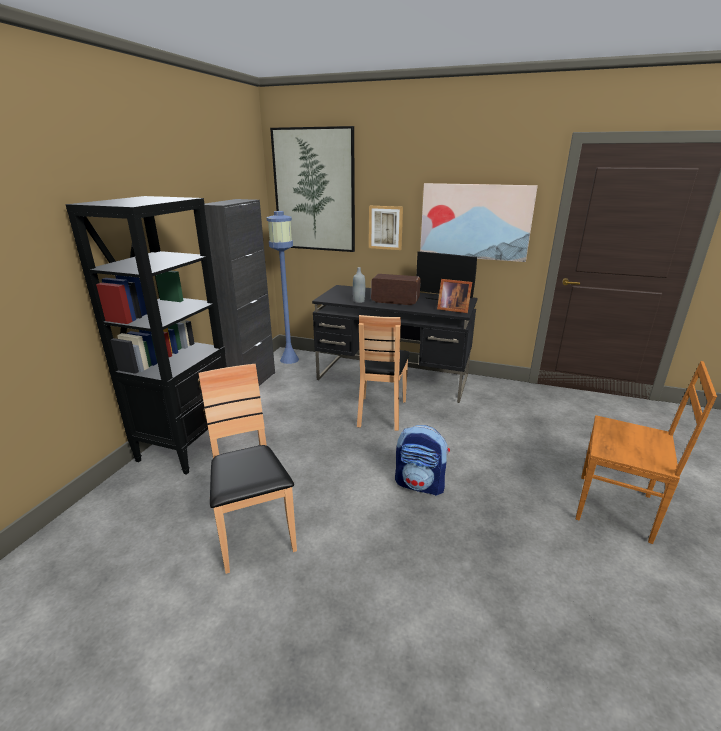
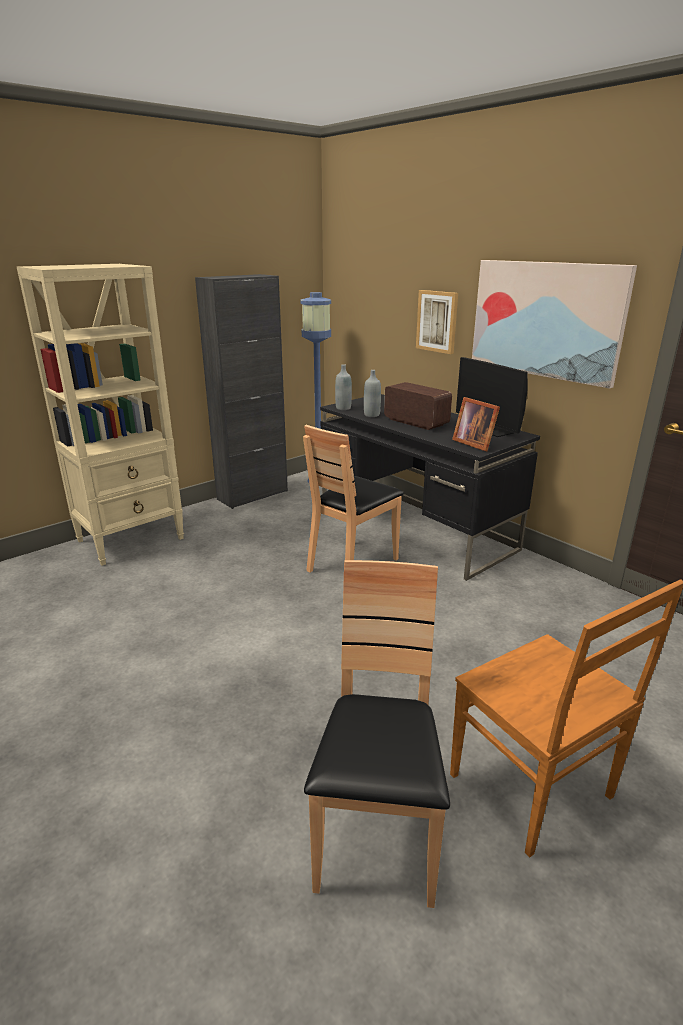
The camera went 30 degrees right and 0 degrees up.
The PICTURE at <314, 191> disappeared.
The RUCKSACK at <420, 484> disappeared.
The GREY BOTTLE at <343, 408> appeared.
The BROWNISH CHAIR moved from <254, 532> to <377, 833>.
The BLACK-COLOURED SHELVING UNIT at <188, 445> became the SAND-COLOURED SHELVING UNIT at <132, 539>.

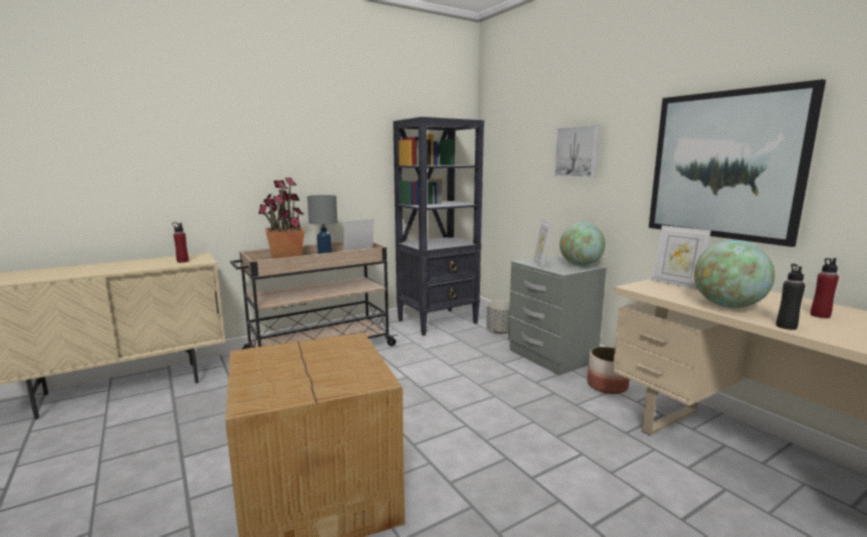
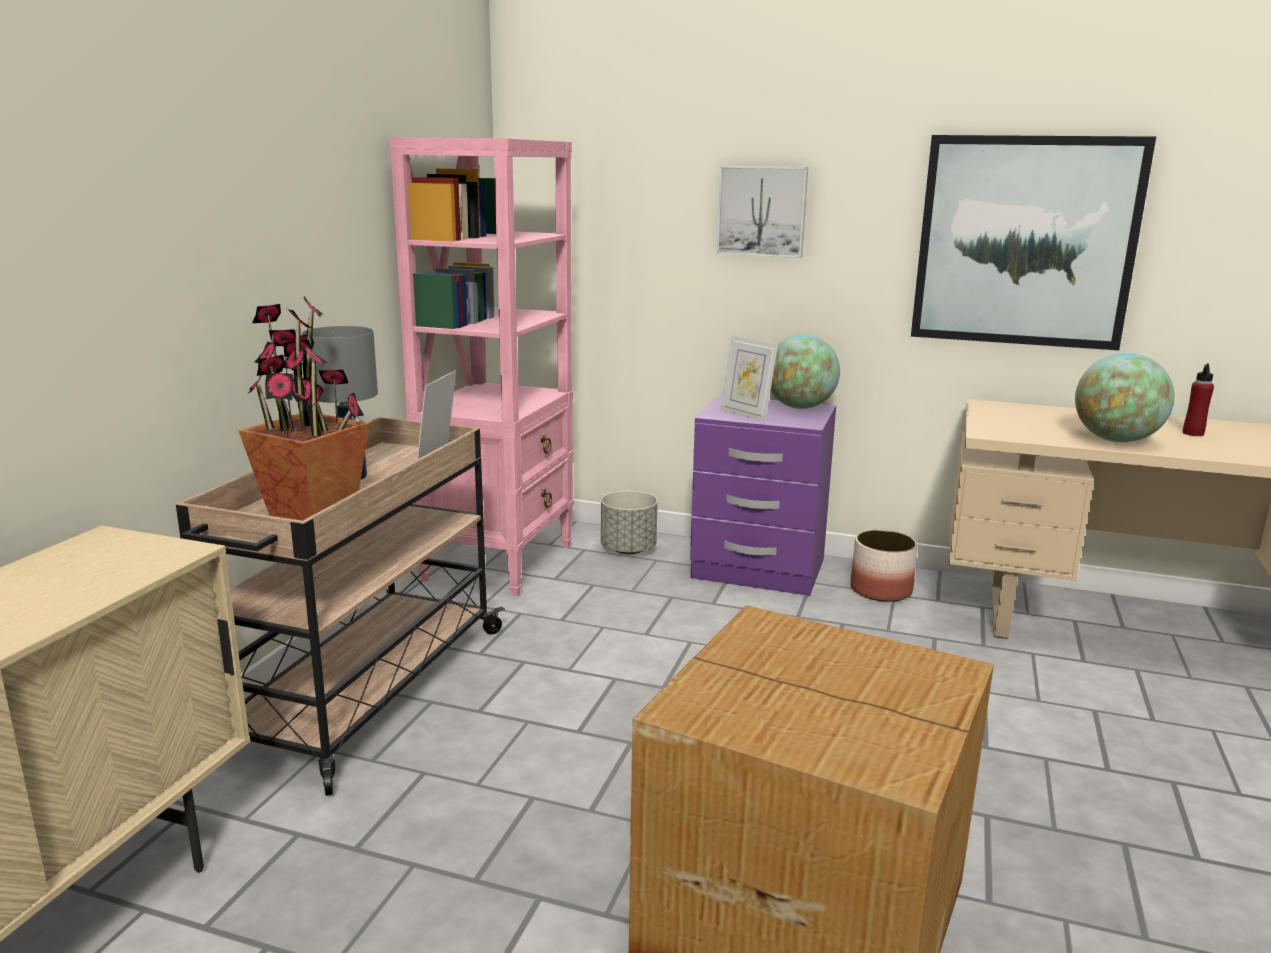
The camera went 40 degrees left and 5 degrees up.
The REDDISH BOTTLE at <182, 261> disappeared.
The PICTURE FRAME at <676, 284> disappeared.
The BLACK-COLOURED BOTTLE at <786, 326> disappeared.
The BLACK-COLOURED SHELVING UNIT at <438, 322> became the PINK SHELVING UNIT at <500, 562>.
The GREY BEDSIDE TABLE at <551, 356> became the PURPLISH BEDSIDE TABLE at <758, 570>.

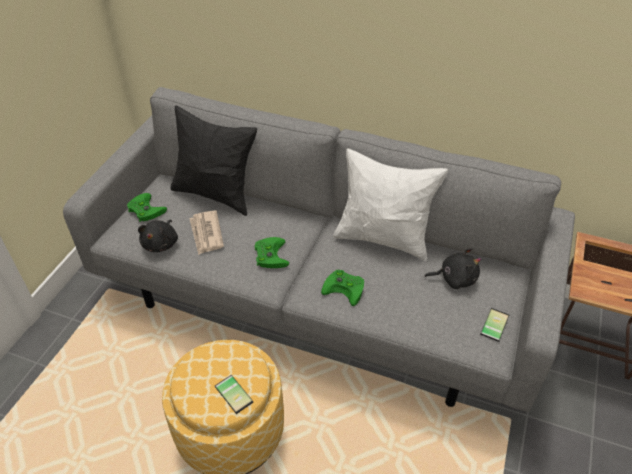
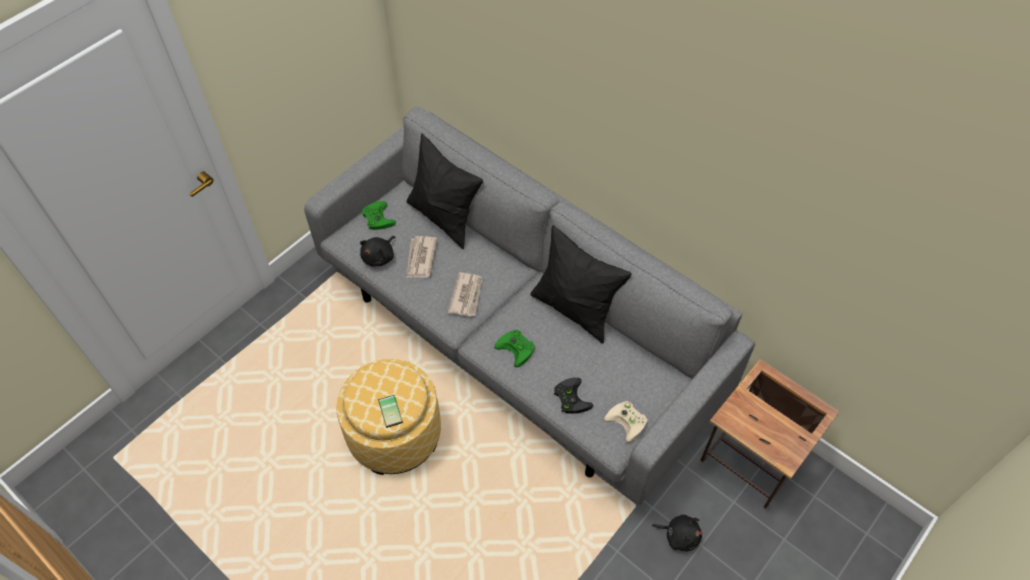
The camera went 20 degrees right and 10 degrees up.
The BLACK-COLOURED GAME CONTROLLER at <570, 397> appeared.
The BLACK-COLOURED PLUSH TOY moved from <455, 278> to <679, 536>.
The GREEN GAME CONTROLLER at <269, 254> was replaced by the NEWSPAPER at <466, 295>.
The PHONE at <492, 324> was replaced by the SAND-COLOURED GAME CONTROLLER at <628, 421>.
The WHITE PILLOW at <383, 238> became the BLACK-COLOURED PILLOW at <575, 309>.

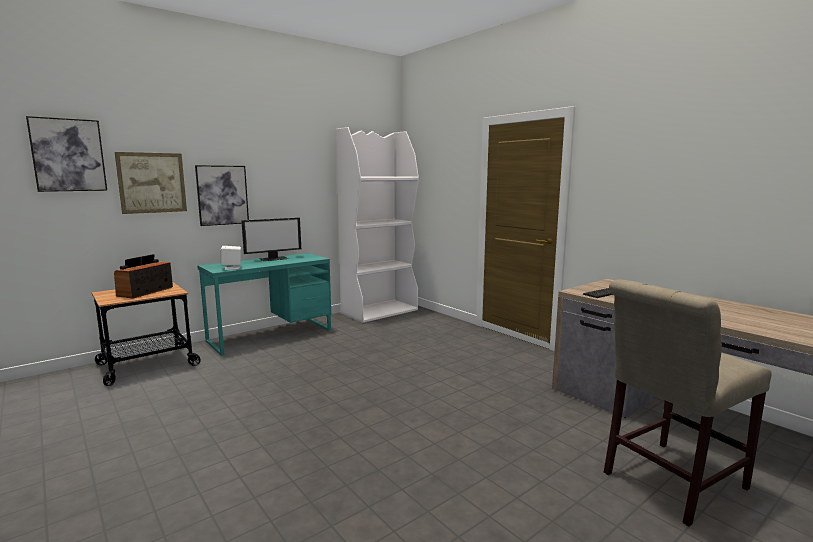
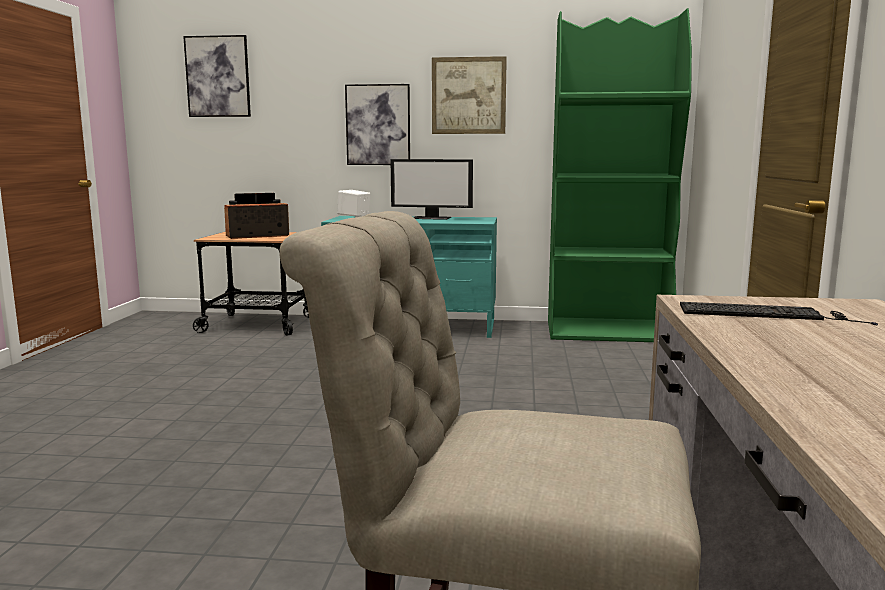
The camera went 45 degrees right and 0 degrees up.
The PICTURE moved from <152, 183> to <468, 95>.
The WHITE SHELVING UNIT at <380, 311> became the GREEN SHELVING UNIT at <608, 332>.

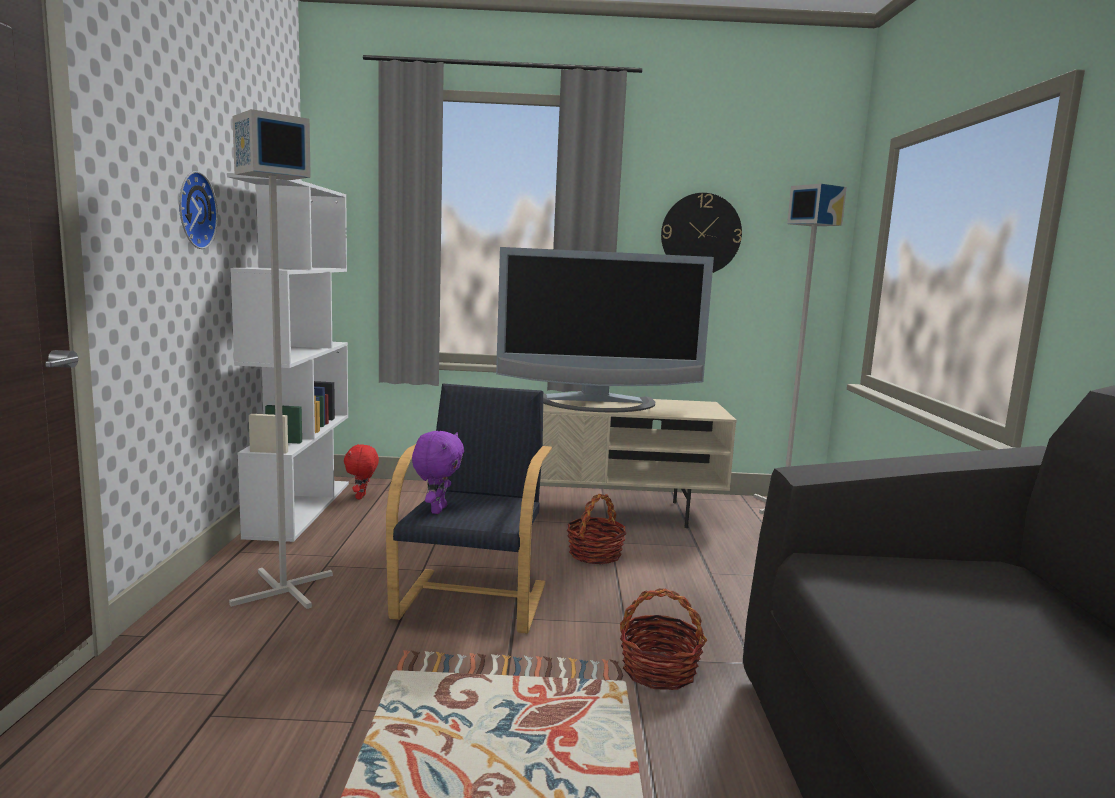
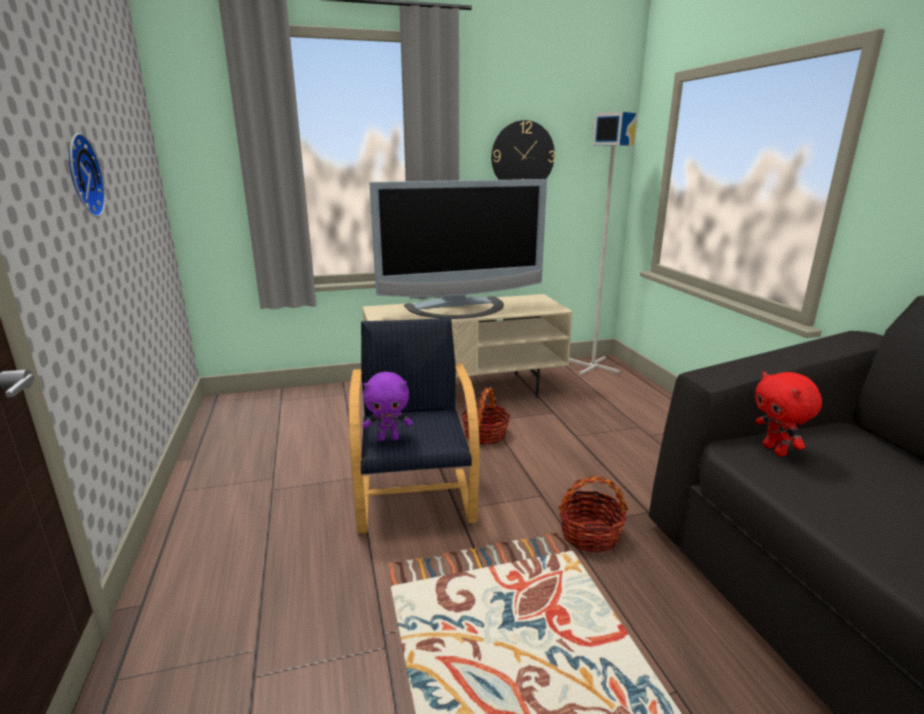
The camera went 15 degrees left and 10 degrees up.
The WHITE SHELVING UNIT at <300, 508> disappeared.
The GREY FLOOR LAMP at <282, 589> disappeared.
The REDDISH PLUSH TOY moved from <361, 497> to <775, 450>.
The PURPLISH PLUSH TOY at <437, 510> turned 90 degrees clockwise.

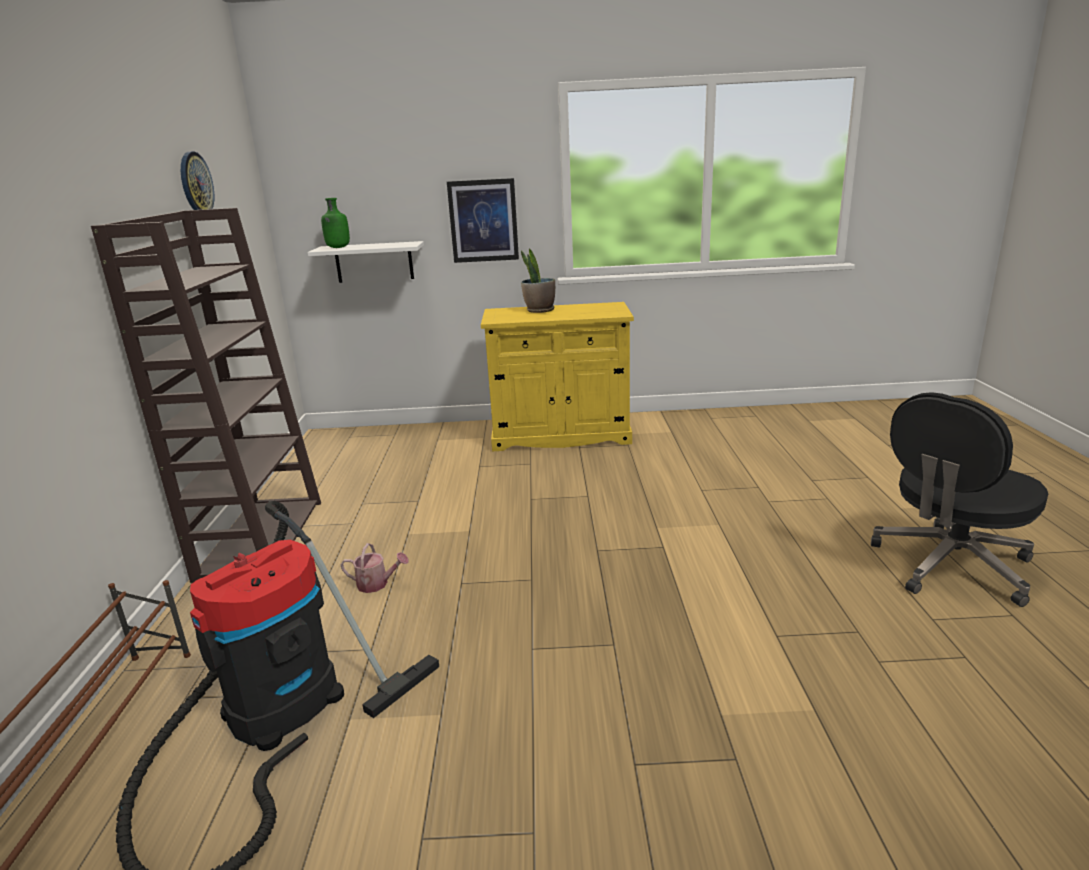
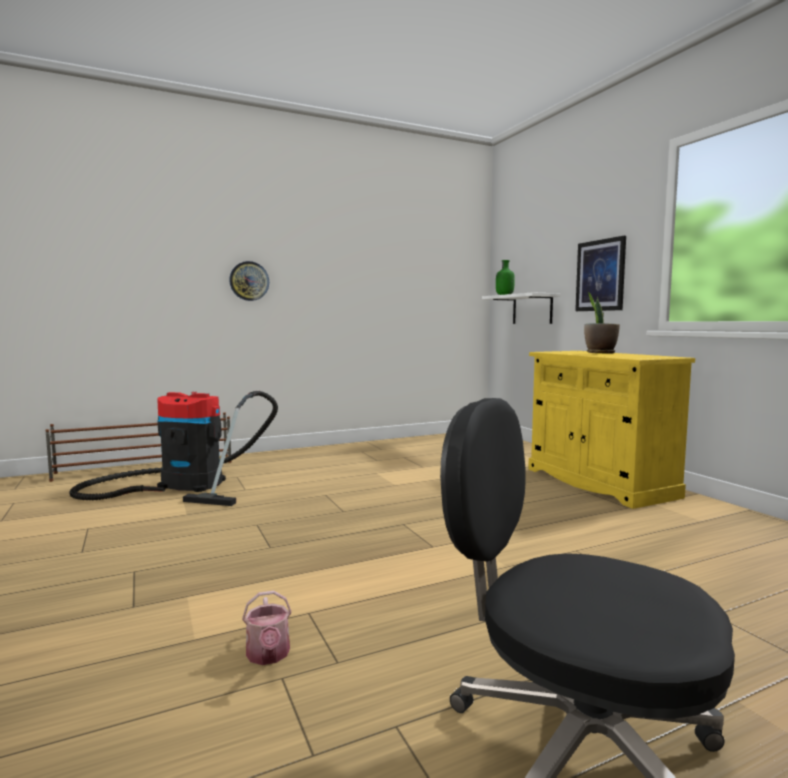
The camera went 65 degrees right and 15 degrees down.
The BROWNISH SHELVING UNIT at <261, 538> disappeared.
The CLOCK ON THE WALL moved from <195, 183> to <249, 281>.
The WATERING CAN moved from <377, 584> to <268, 656>.

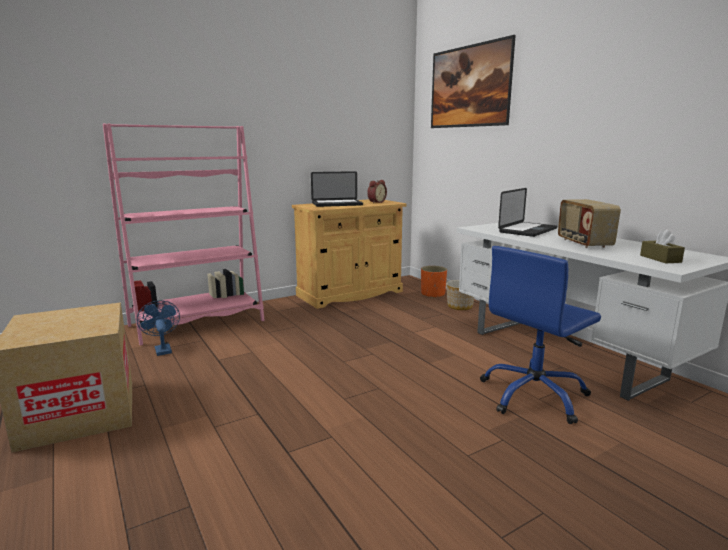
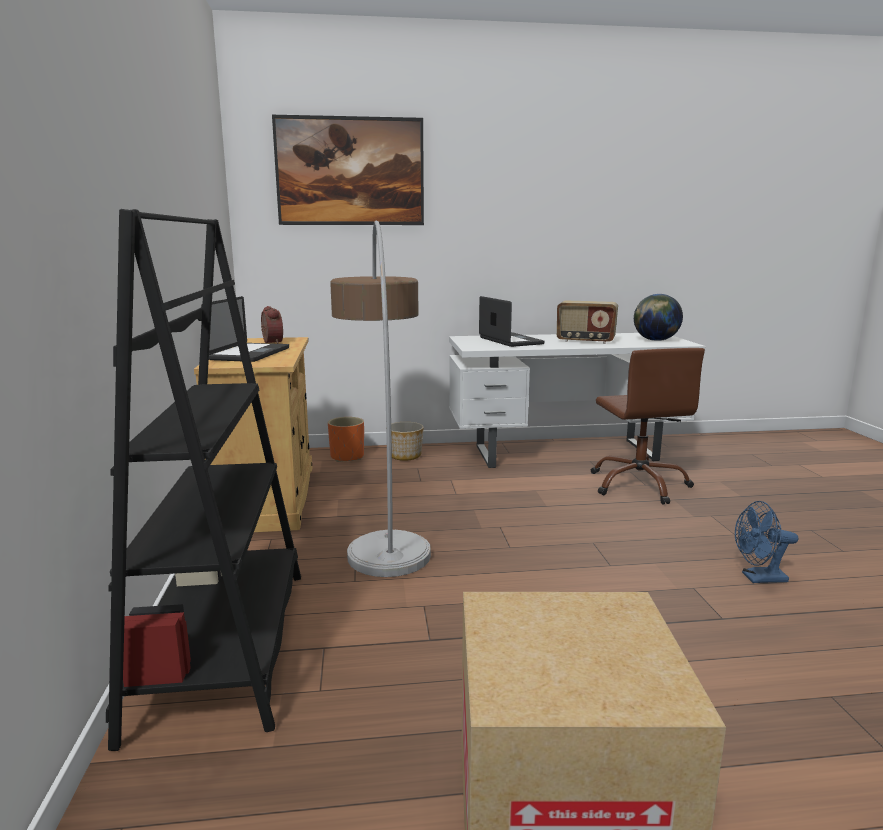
The camera went 65 degrees left and 0 degrees up.
The FLOOR LAMP at <383, 510> appeared.
The BLUE-COLOURED COOLING FAN moved from <162, 349> to <758, 578>.
The BROWNISH TISSUE HOLDER at <660, 259> was replaced by the WORLD GLOBE at <655, 340>.
The PINK SHELVING UNIT at <197, 323> became the BLACK-COLOURED SHELVING UNIT at <224, 647>.
The BLUE-COLOURED OFFICE CHAIR at <534, 395> became the BROWNISH OFFICE CHAIR at <639, 485>.

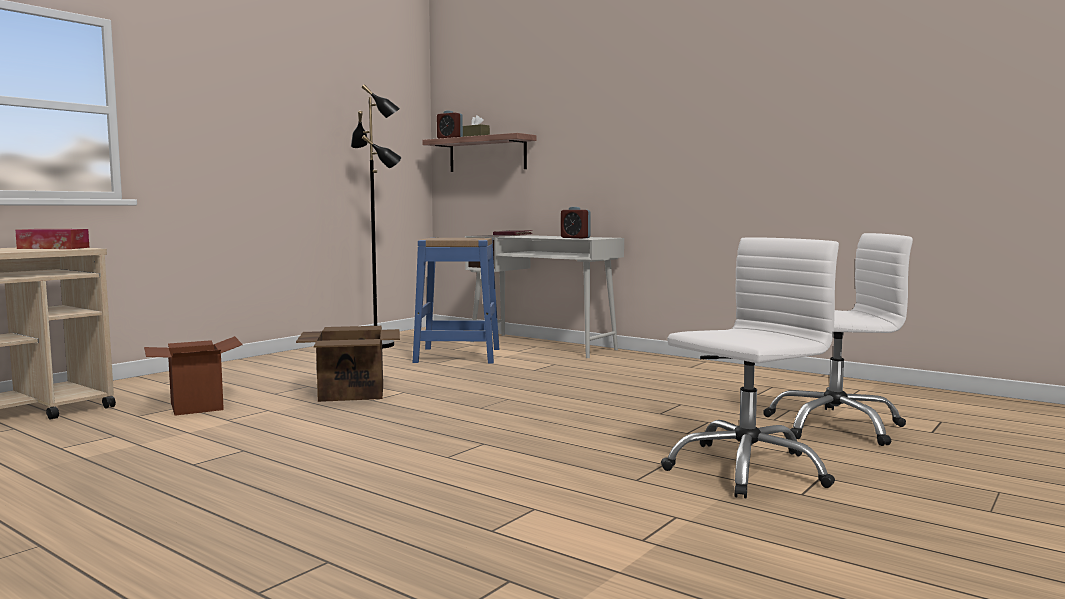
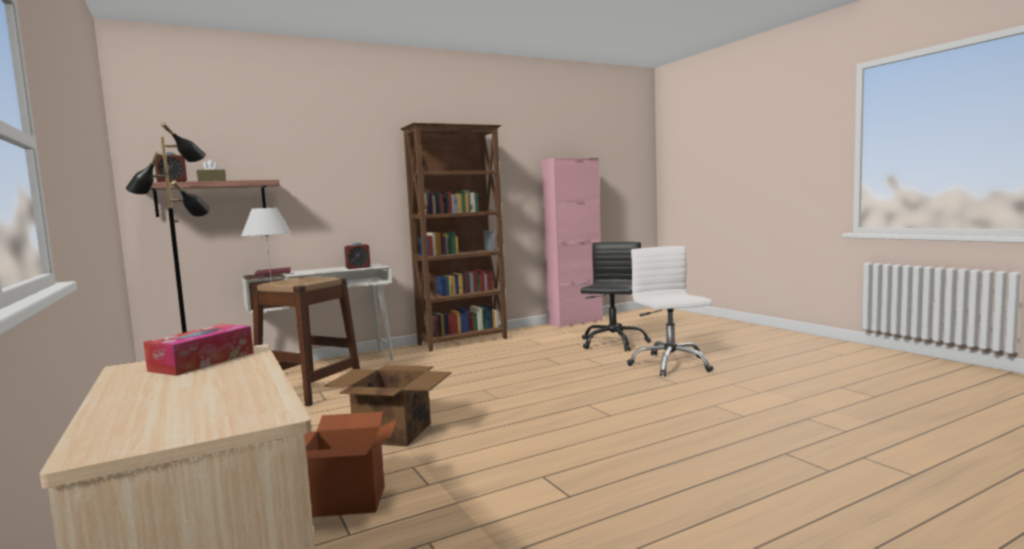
The camera went 65 degrees left and 0 degrees up.
The WHITE LAMP FOR A TABLE at <271, 283> appeared.
The BROWNISH SHELVING UNIT at <464, 341> appeared.
The PINK CABINET at <575, 322> appeared.
The BLUE-COLOURED STOOL SEAT at <457, 355> became the BROWNISH STOOL SEAT at <310, 390>.
The WHITE OFFICE CHAIR at <834, 426> became the BLACK-COLOURED OFFICE CHAIR at <613, 343>.

